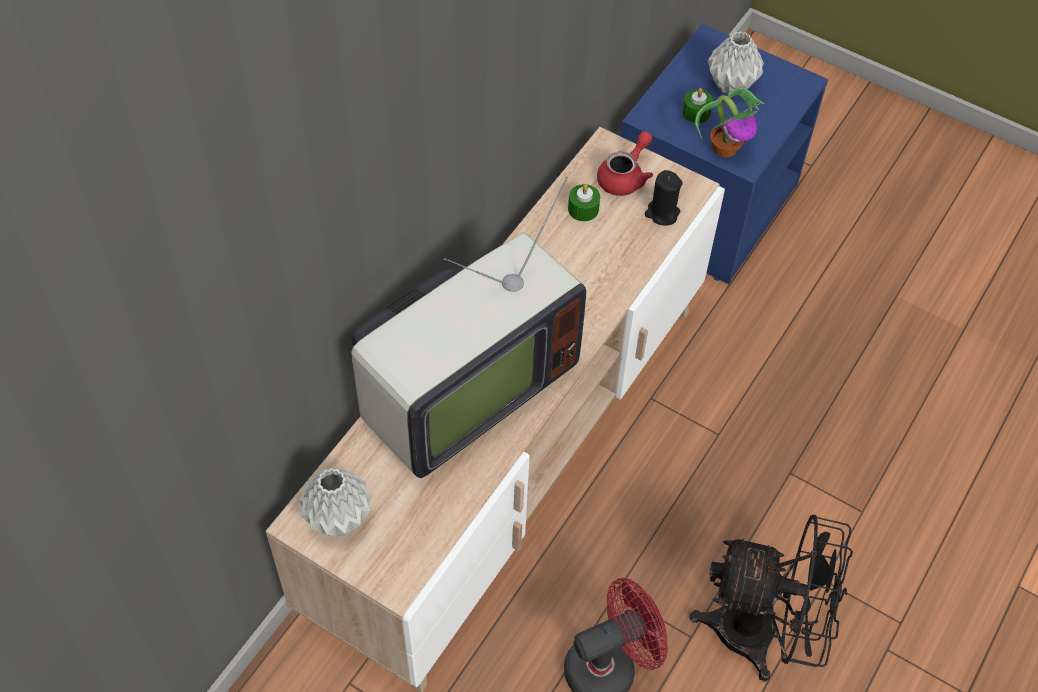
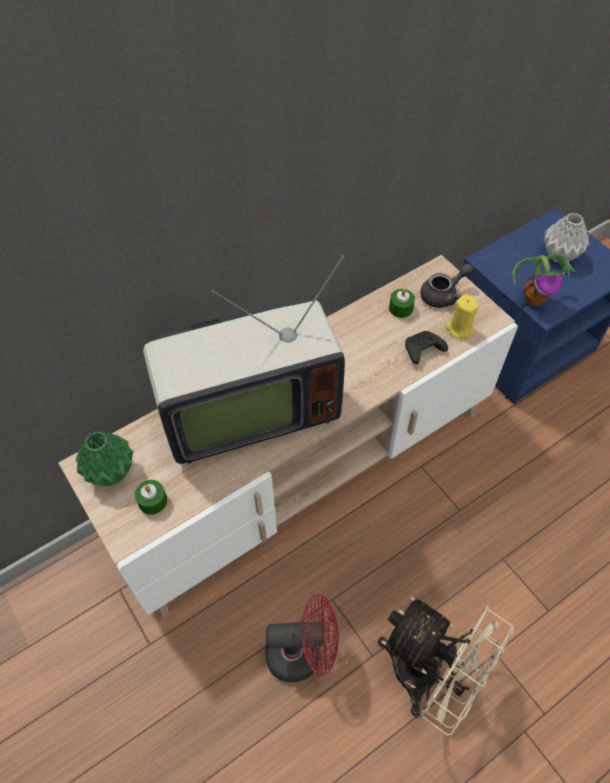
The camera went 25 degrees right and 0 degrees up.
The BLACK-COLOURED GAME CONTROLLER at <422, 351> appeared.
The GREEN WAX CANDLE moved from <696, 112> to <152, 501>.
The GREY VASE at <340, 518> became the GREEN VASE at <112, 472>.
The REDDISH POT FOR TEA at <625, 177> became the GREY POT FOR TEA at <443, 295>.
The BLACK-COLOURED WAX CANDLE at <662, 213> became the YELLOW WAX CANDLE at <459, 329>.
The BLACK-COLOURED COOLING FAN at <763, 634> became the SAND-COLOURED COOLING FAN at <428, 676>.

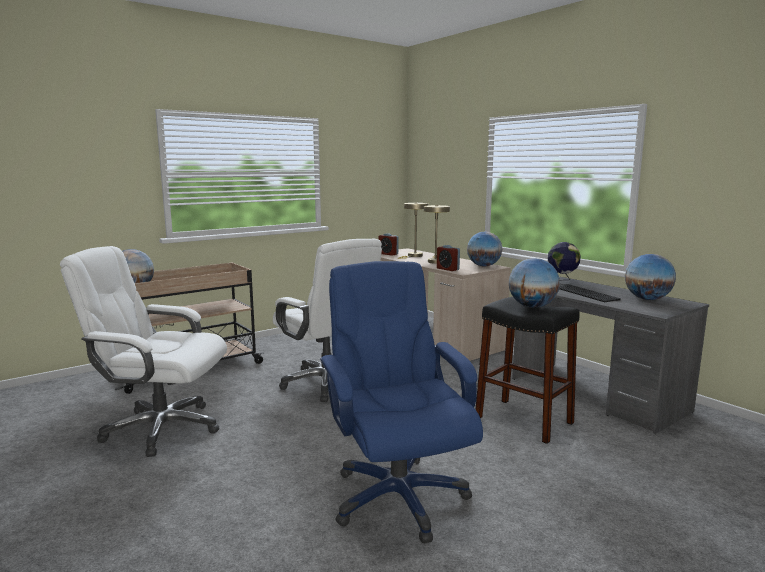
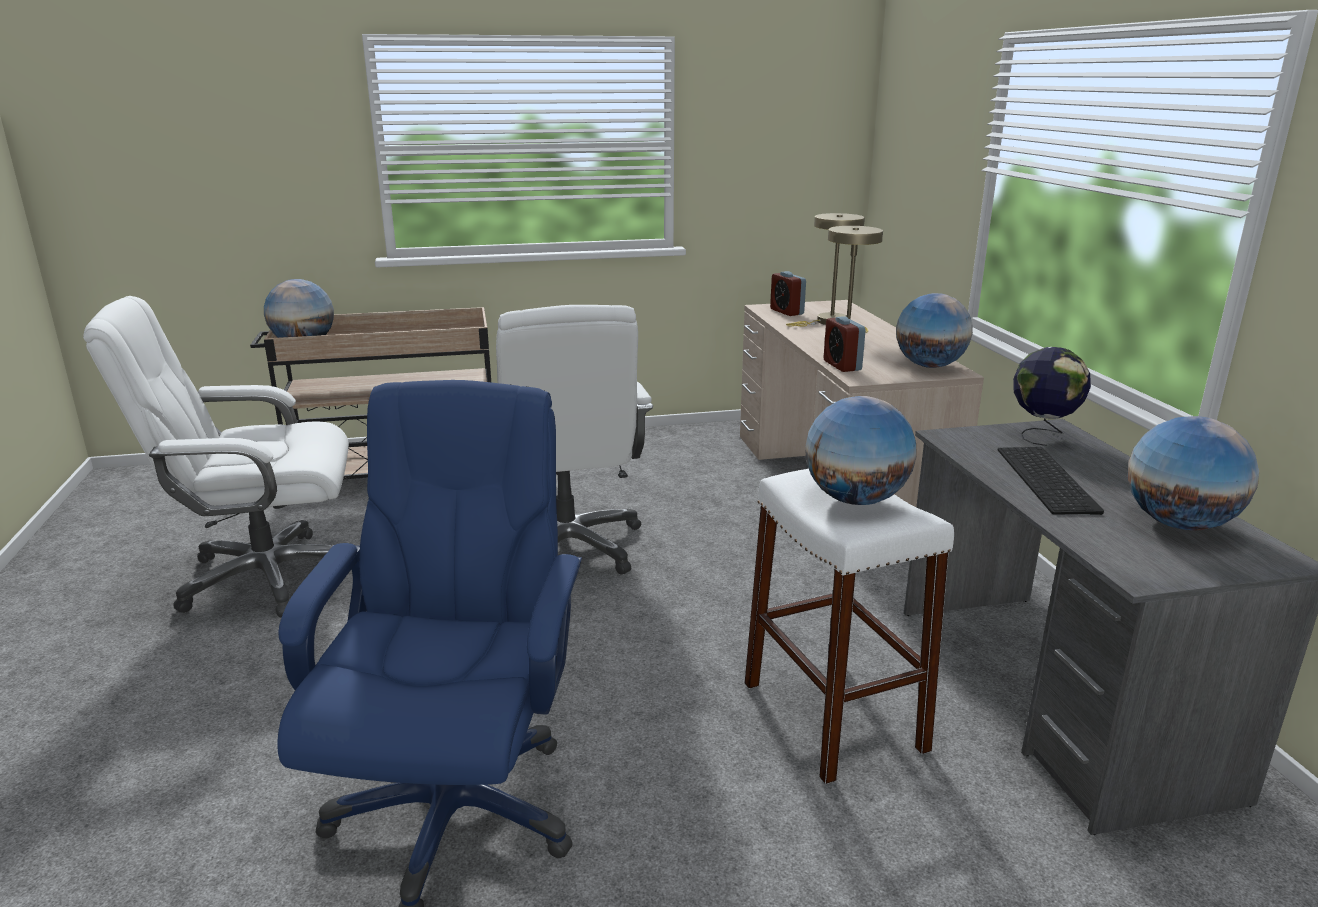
The camera went 25 degrees right and 10 degrees up.
The BLACK-COLOURED STOOL SEAT at <523, 420> became the WHITE STOOL SEAT at <832, 715>.
The WHITE OFFICE CHAIR at <161, 428> turned 45 degrees counterclockwise.

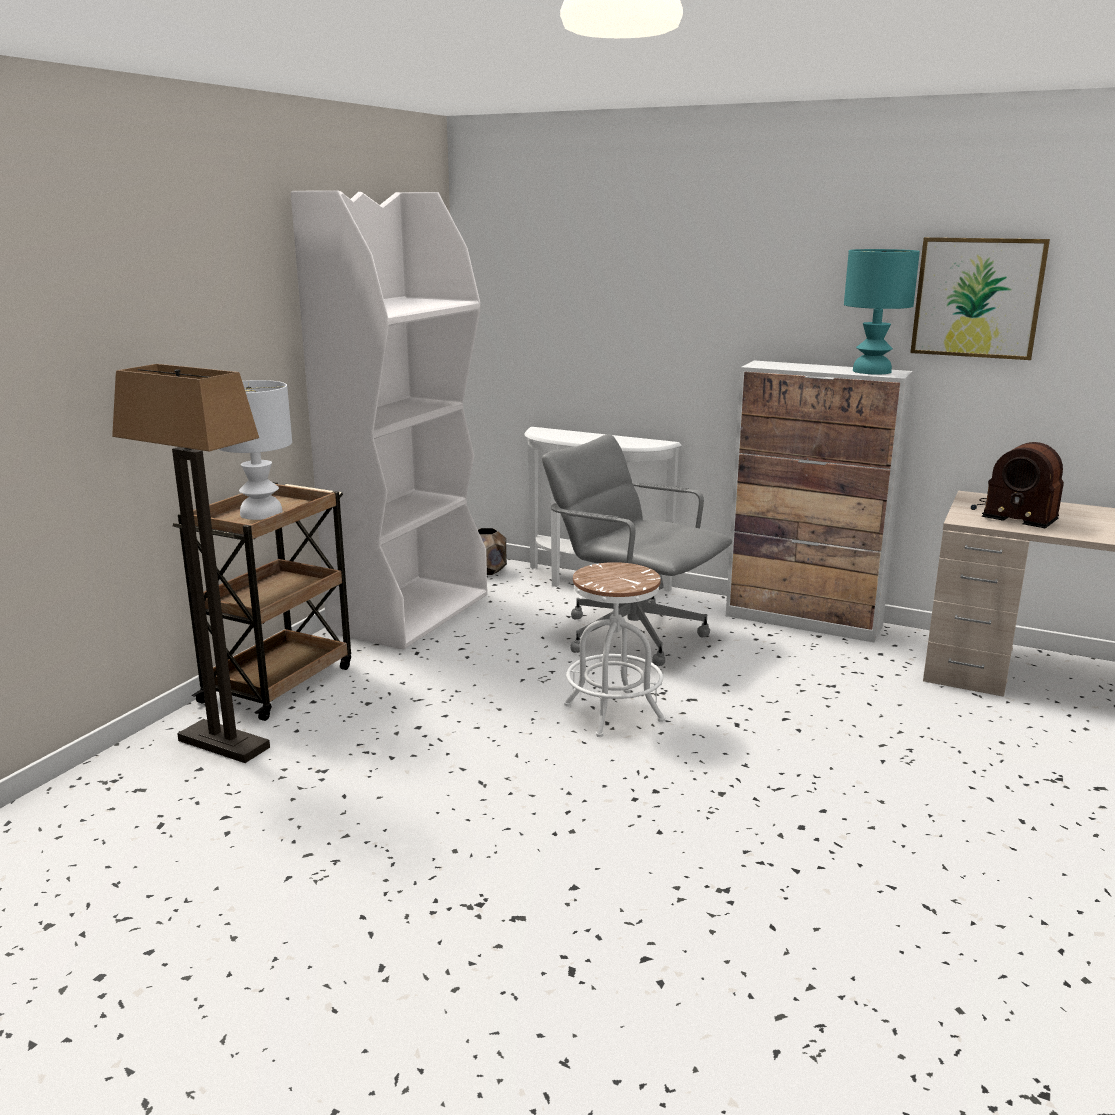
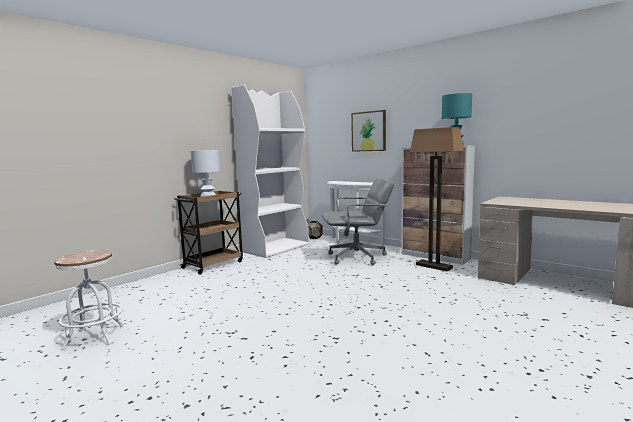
The camera went 15 degrees right and 10 degrees down.
The RADIO at <1013, 514> disappeared.
The FLOOR LAMP moved from <225, 744> to <434, 266>.
The WHITE STOOL SEAT moved from <613, 713> to <94, 337>.
The PICTURE moved from <977, 298> to <368, 131>.
The GREY OFFICE CHAIR at <632, 634> turned 120 degrees clockwise.

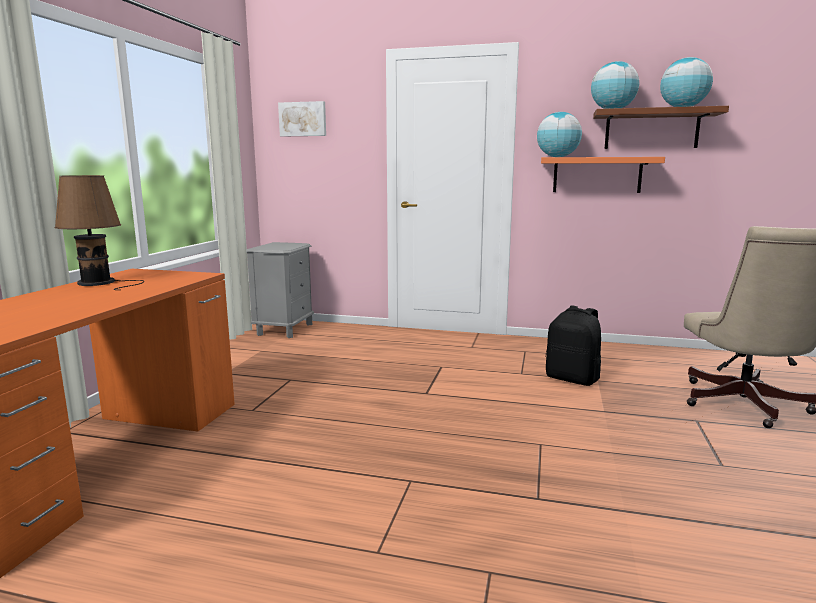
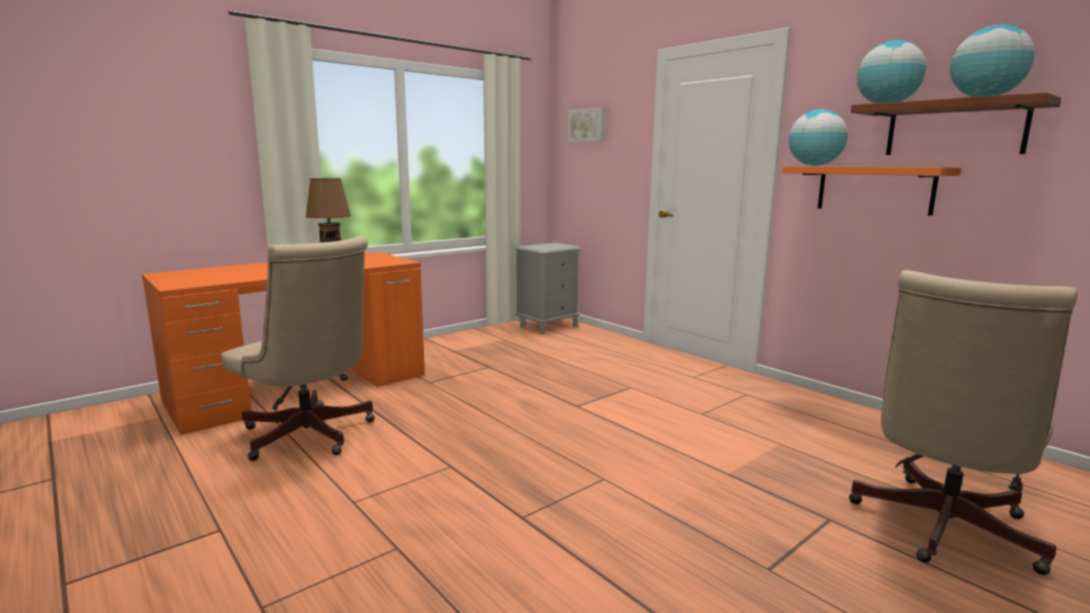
The camera went 35 degrees right and 0 degrees up.
The BLACK-COLOURED RUCKSACK at <572, 379> disappeared.
The SAND-COLOURED OFFICE CHAIR at <310, 437> appeared.

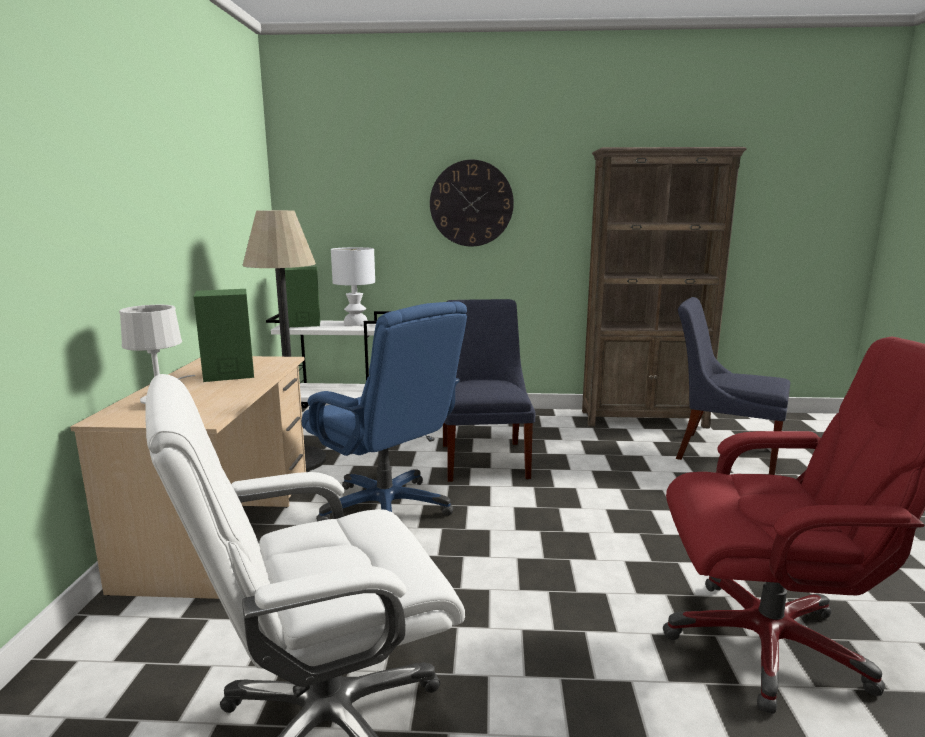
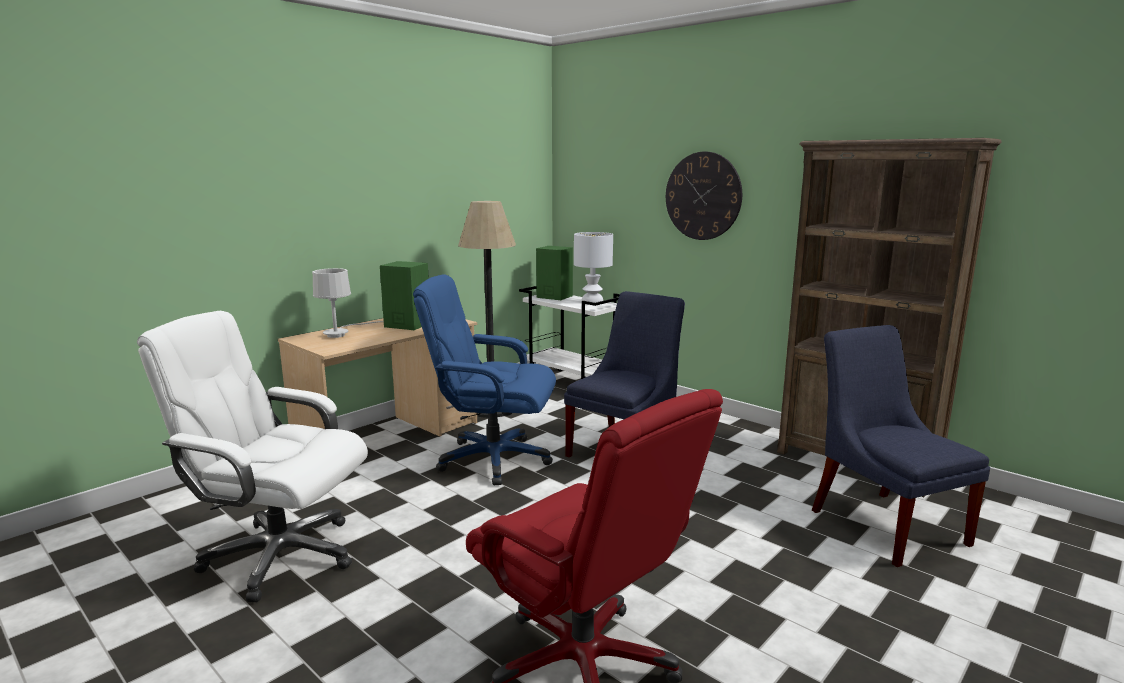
The camera went 40 degrees right and 0 degrees up.
The BLUE-COLOURED OFFICE CHAIR at <386, 509> turned 105 degrees clockwise.

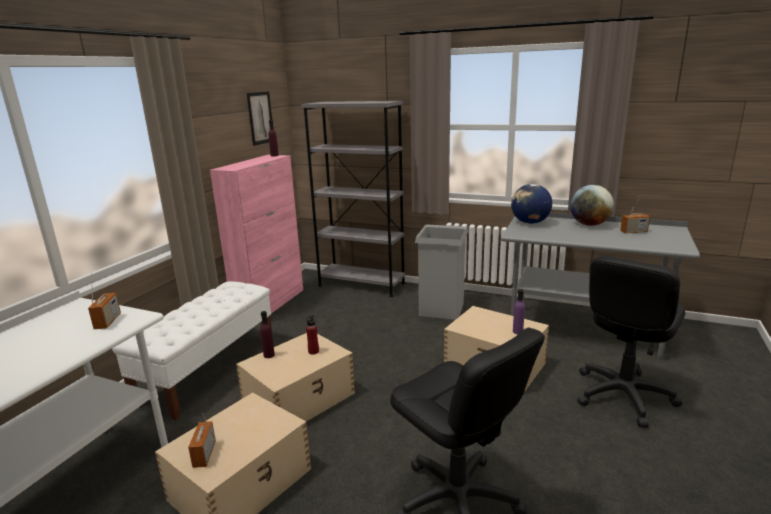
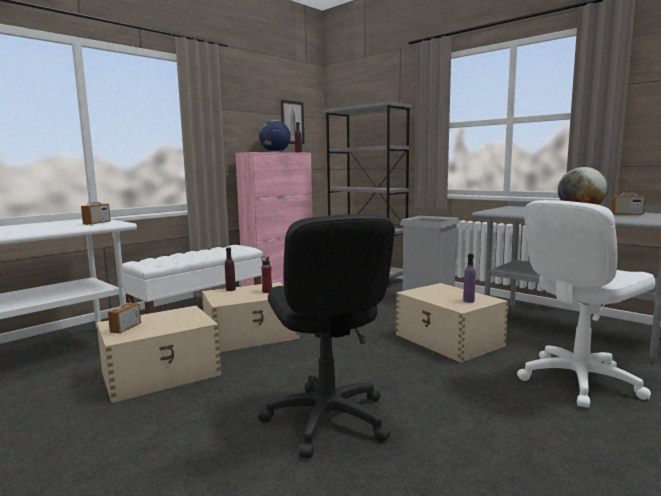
The camera went 20 degrees right and 10 degrees down.
The WORLD GLOBE moved from <529, 223> to <275, 152>.
The BLACK-COLOURED OFFICE CHAIR at <622, 395> became the WHITE OFFICE CHAIR at <578, 380>.

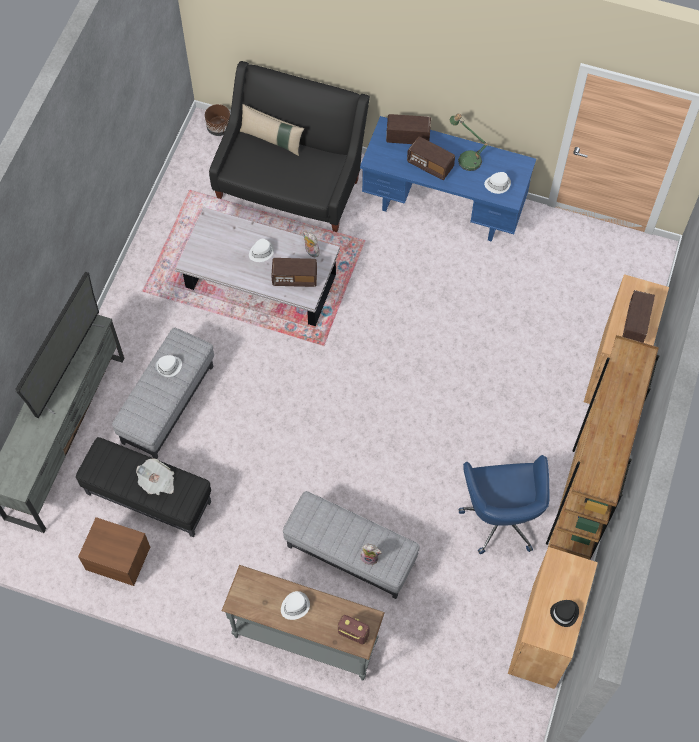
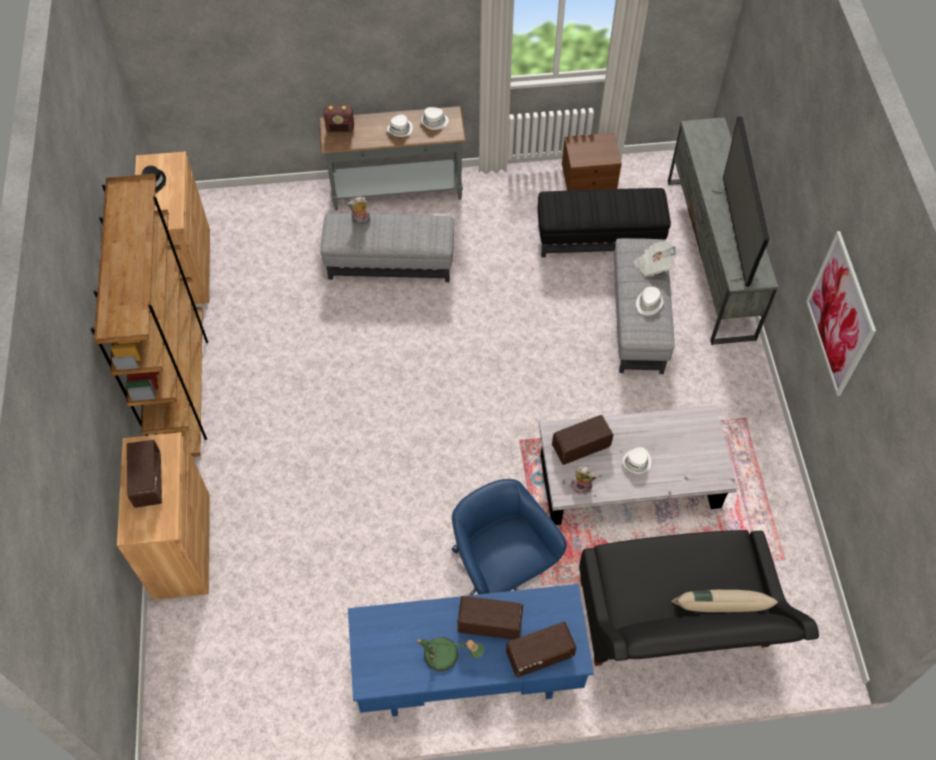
The camera went 155 degrees right and 5 degrees down.
The BROWNISH FLOWER POT at <219, 128> disappeared.
The PICTURE at <840, 314> appeared.
The NEWSPAPER moved from <157, 482> to <653, 265>.
The BLUE-COLOURED OFFICE CHAIR moved from <501, 516> to <500, 572>.
The WHITE HAT moved from <497, 184> to <434, 121>.

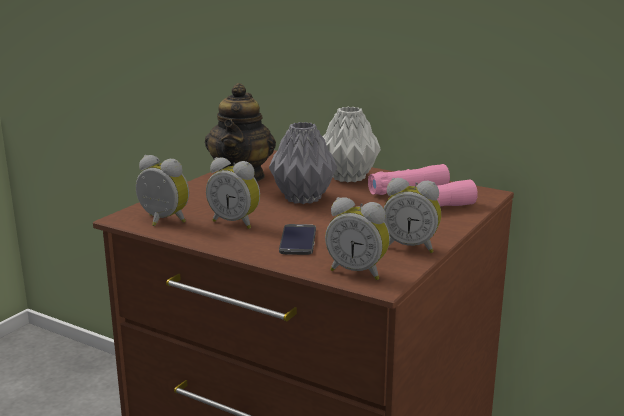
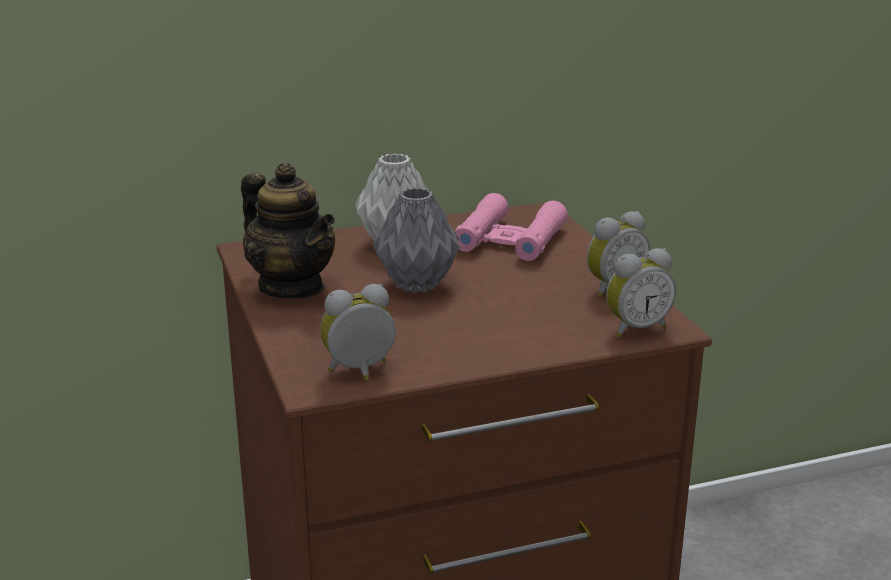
The camera went 50 degrees left and 5 degrees up.
The BEDSIDE CLOCK at <236, 222> disappeared.
The PHONE at <298, 240> disappeared.

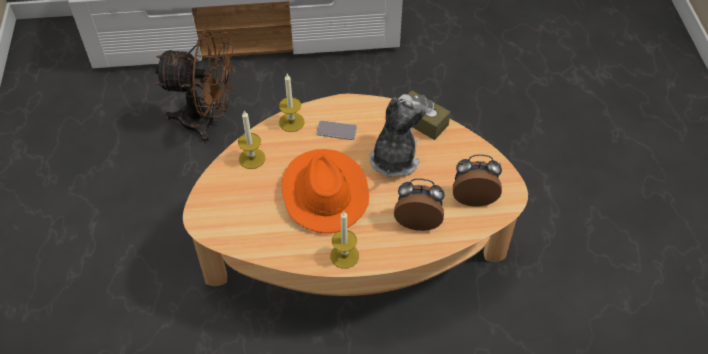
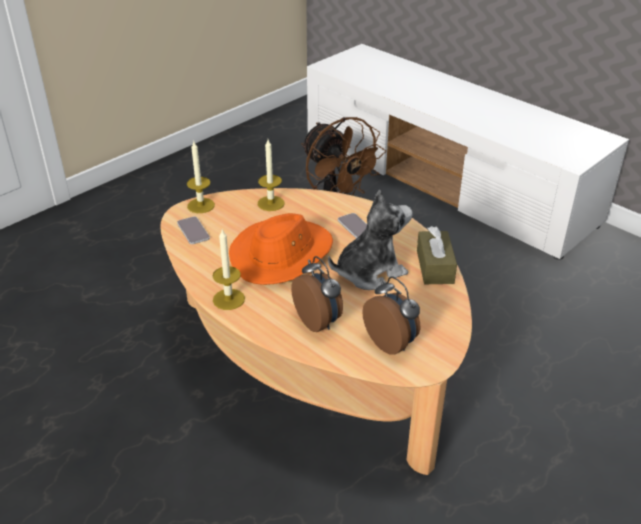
The camera went 50 degrees right and 15 degrees down.
The PHONE at <193, 231> appeared.
The WAX CANDLE moved from <291, 122> to <201, 205>.

